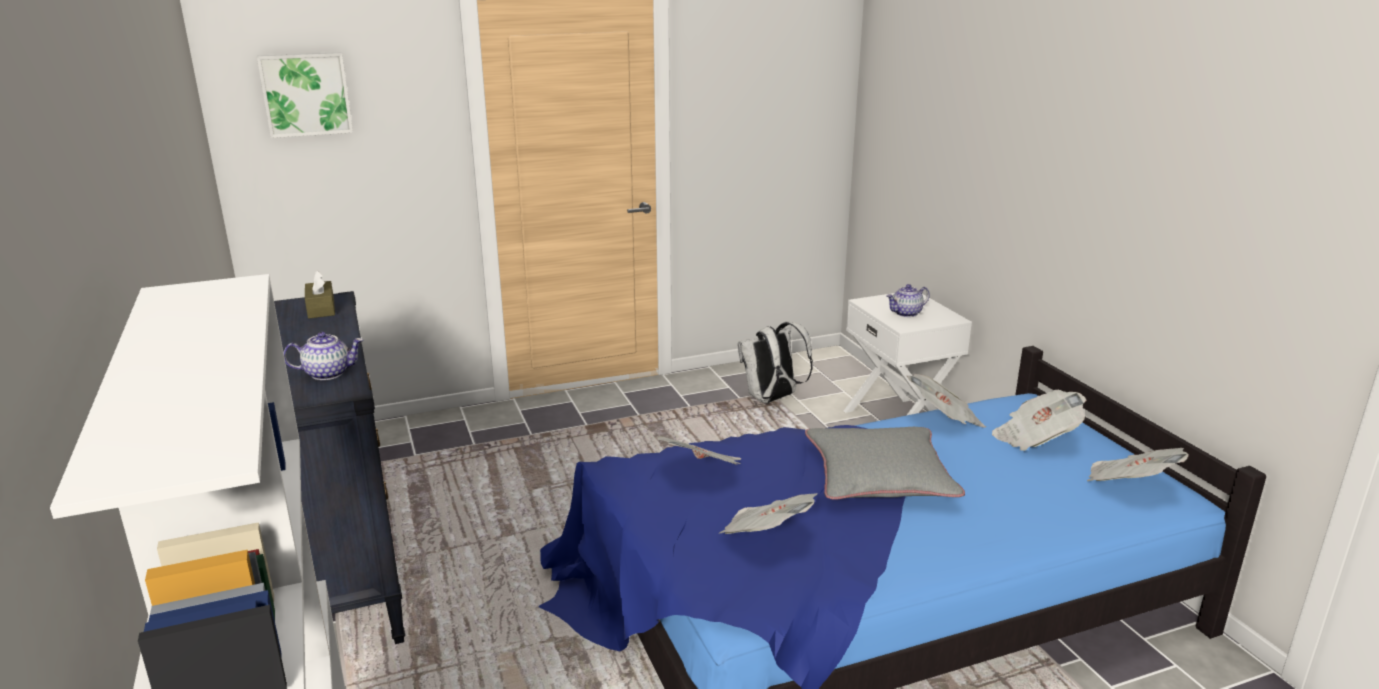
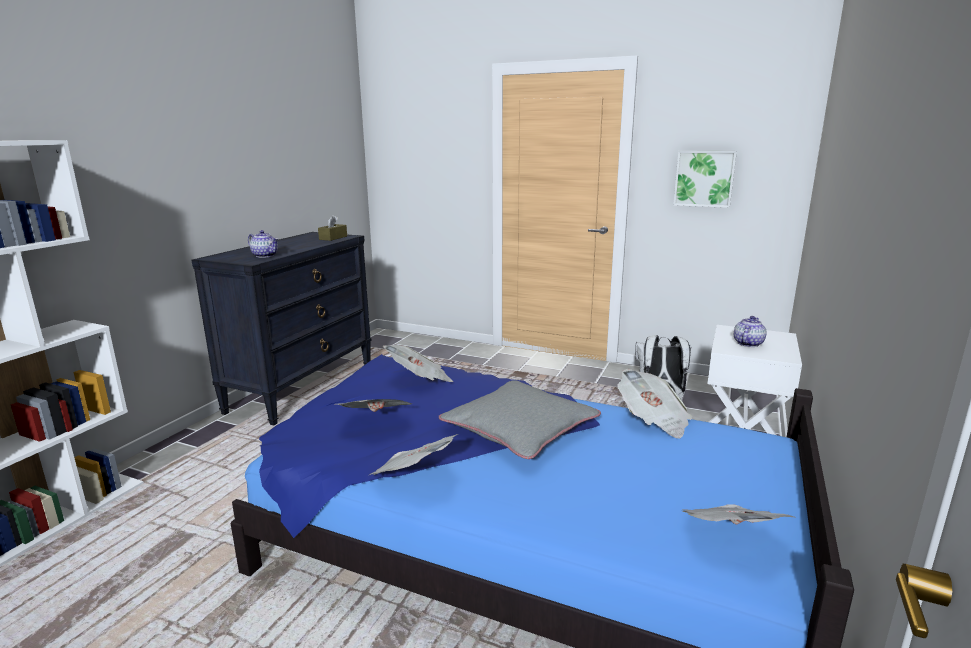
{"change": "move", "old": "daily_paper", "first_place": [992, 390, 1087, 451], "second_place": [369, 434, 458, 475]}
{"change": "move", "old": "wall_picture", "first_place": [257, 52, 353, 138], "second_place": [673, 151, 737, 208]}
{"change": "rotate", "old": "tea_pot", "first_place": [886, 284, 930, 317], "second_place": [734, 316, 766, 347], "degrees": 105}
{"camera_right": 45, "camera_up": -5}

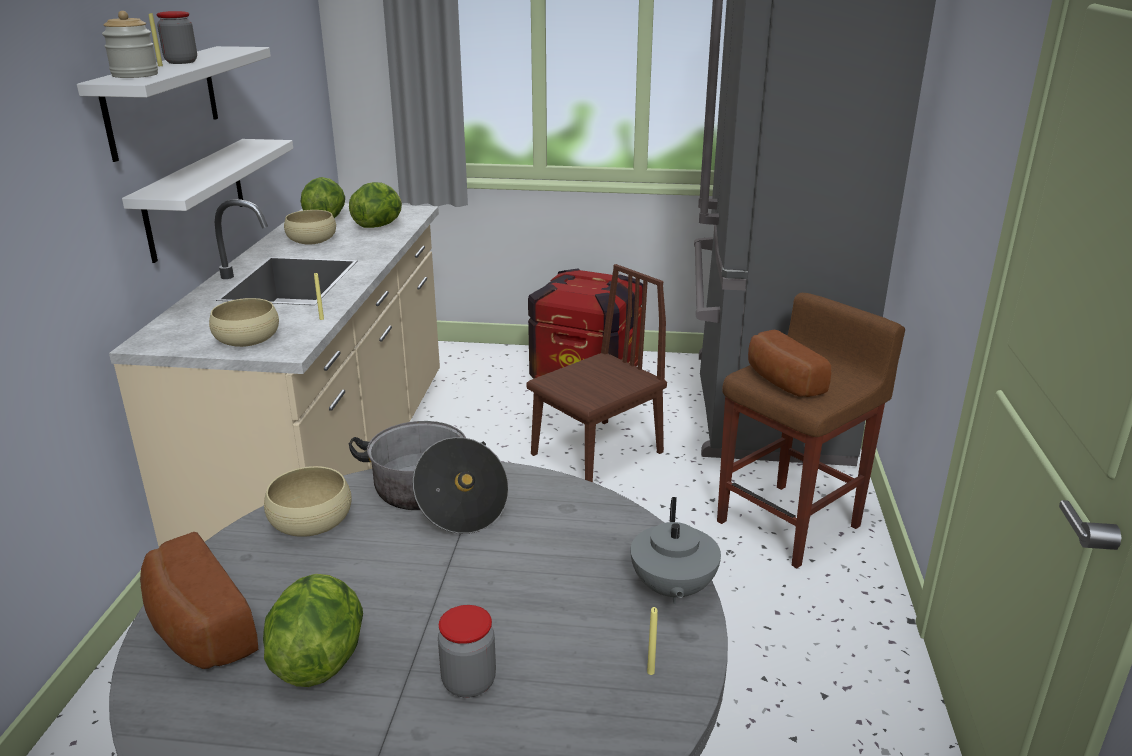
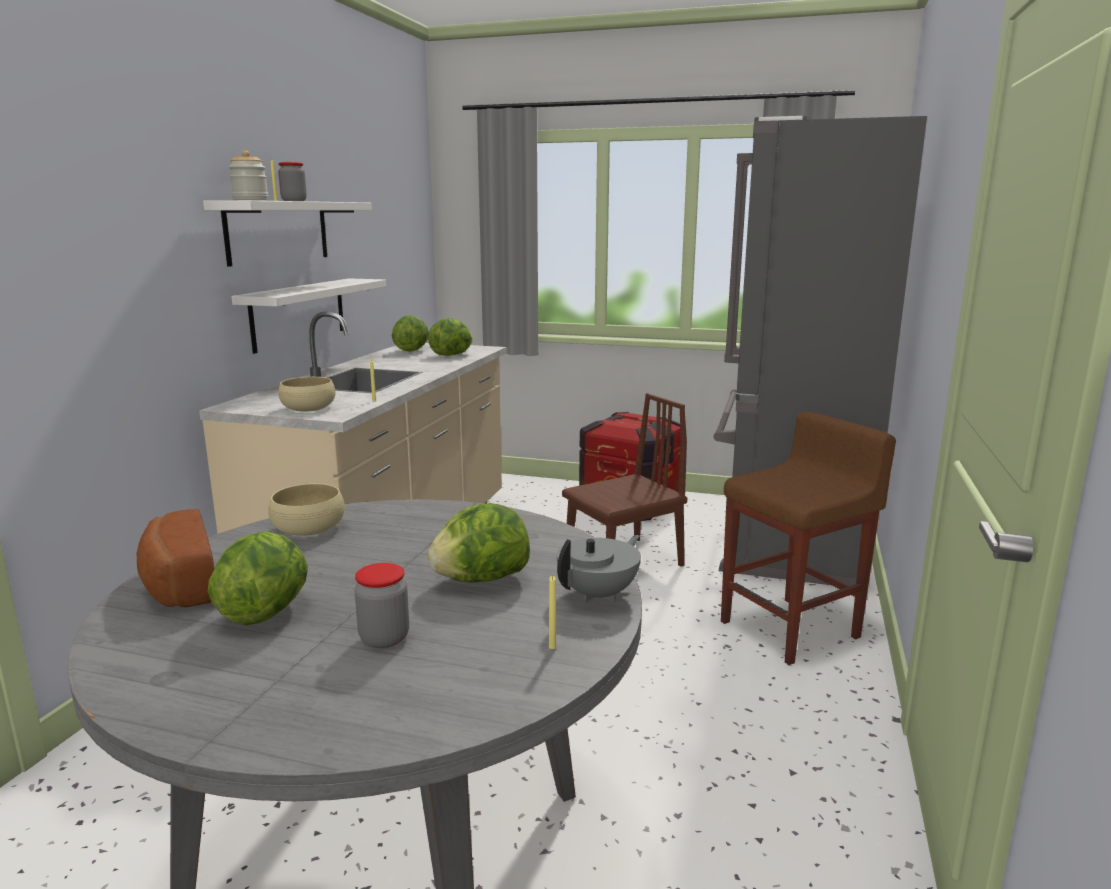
{"change": "insert", "new": "lettuce_head", "second_place": [428, 503, 530, 583]}
{"change": "rotate", "old": "gray_tea_pot", "first_place": [631, 497, 721, 604], "second_place": [557, 535, 641, 602], "degrees": -150}
{"change": "delete", "old": "beige-coloured_bowl", "first_place": [284, 210, 336, 244]}
{"change": "delete", "old": "saucepot", "first_place": [349, 421, 509, 534]}
{"change": "delete", "old": "baked_bread", "first_place": [748, 330, 831, 397]}
{"camera_right": 10, "camera_up": -10}

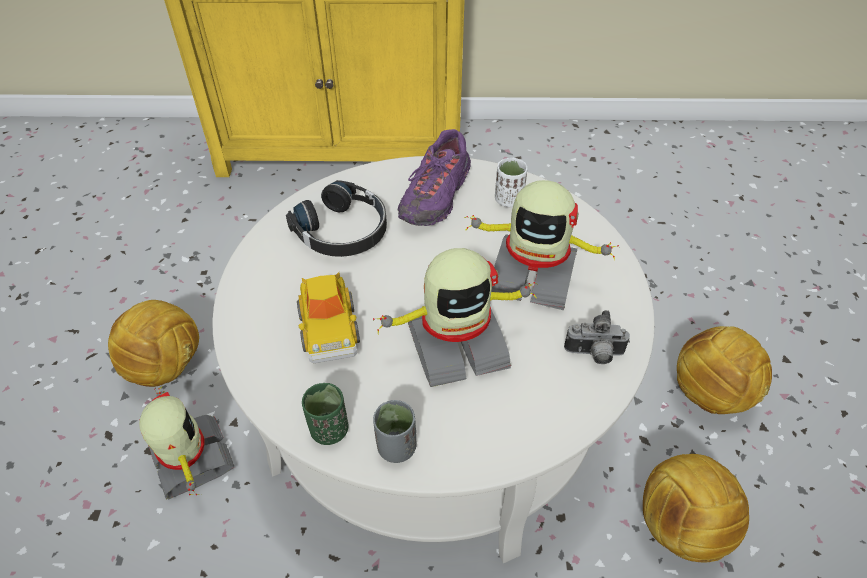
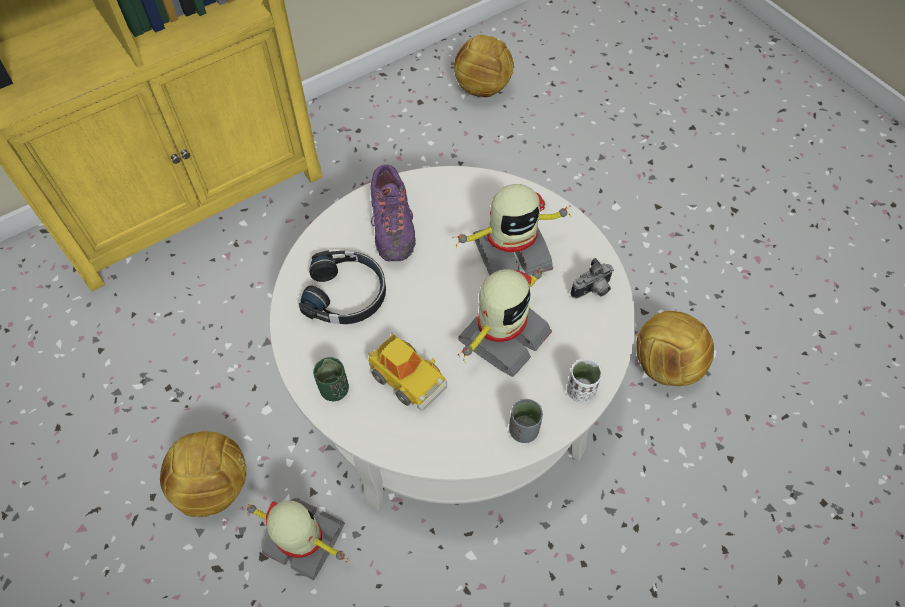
{"change": "move", "old": "green-coloured_small_cup", "first_place": [302, 383, 348, 445], "second_place": [313, 357, 349, 401]}
{"change": "move", "old": "football", "first_place": [677, 326, 772, 414], "second_place": [454, 35, 514, 97]}
{"change": "move", "old": "white-coloured_small_cup", "first_place": [495, 158, 528, 207], "second_place": [567, 358, 602, 403]}
{"camera_right": -35, "camera_up": 10}

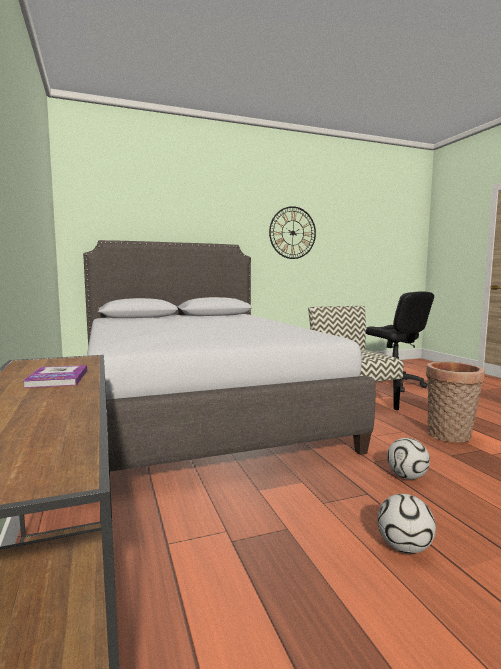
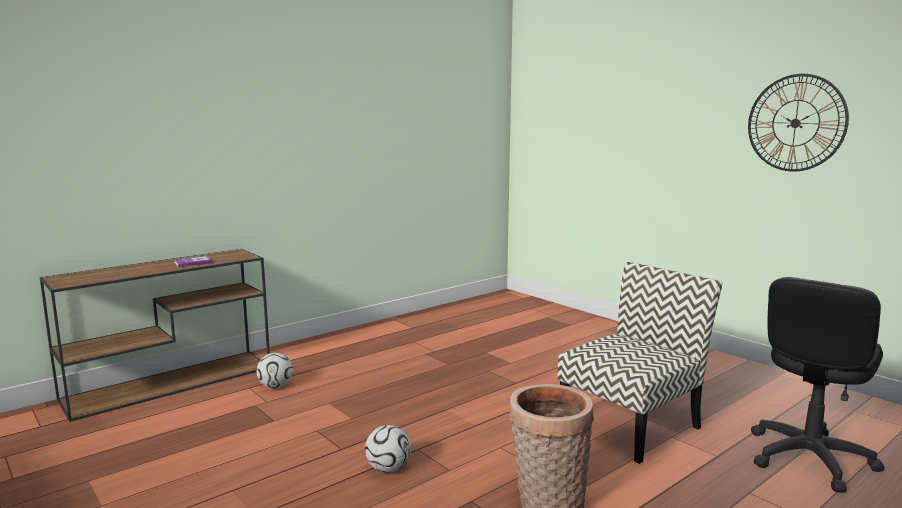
{"change": "move", "old": "football", "first_place": [377, 494, 436, 554], "second_place": [257, 352, 293, 388]}
{"change": "delete", "old": "gray_bedroom_bed", "first_place": [83, 240, 376, 472]}
{"camera_right": 70, "camera_up": 5}

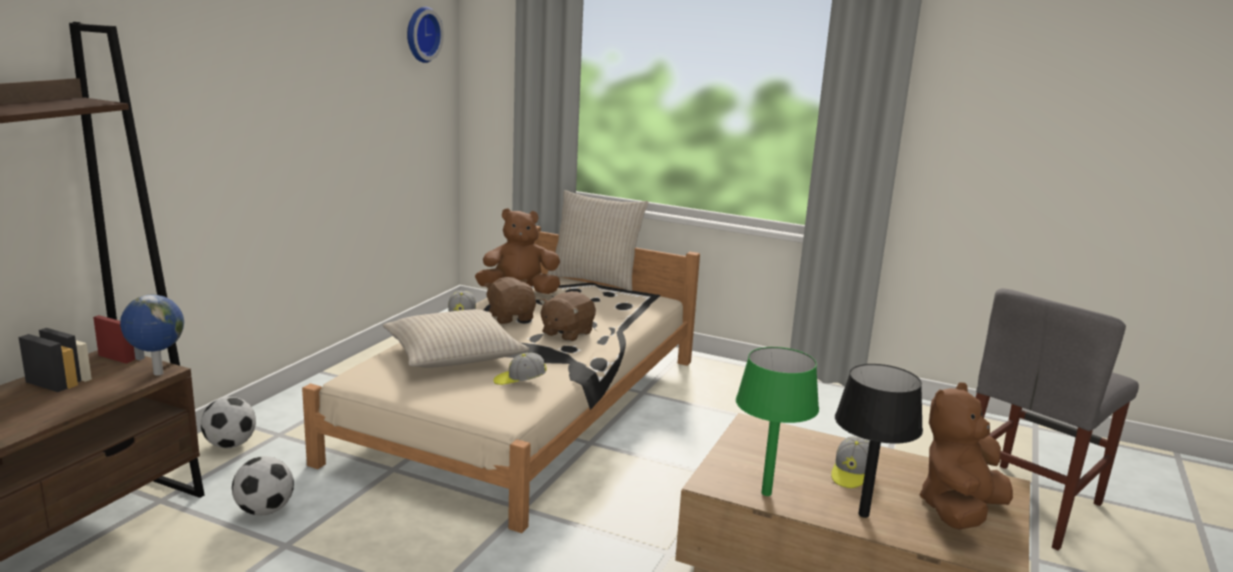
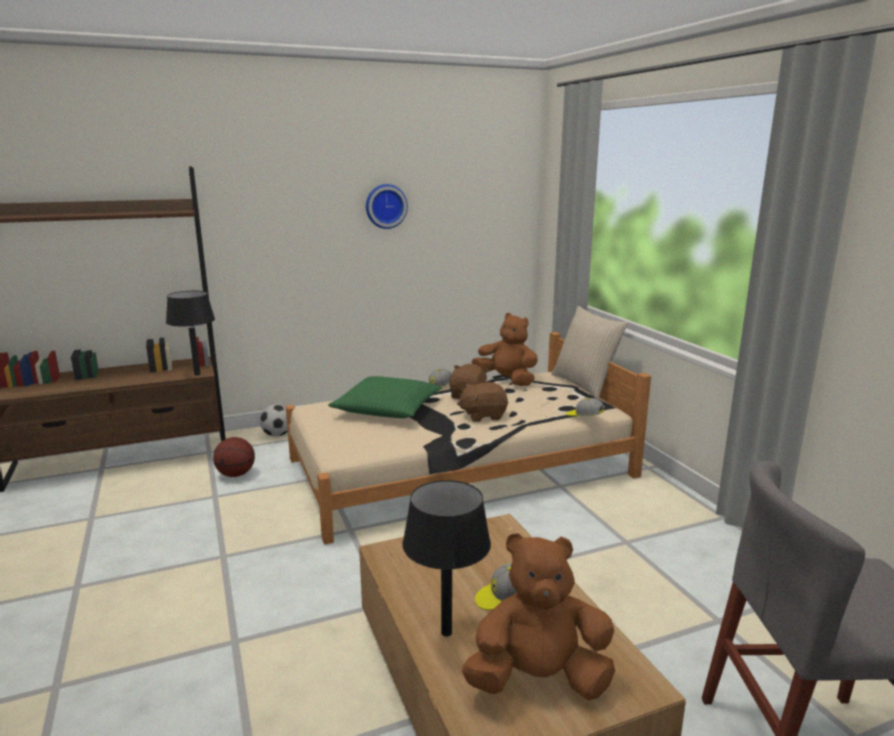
{"change": "replace", "old": "globe", "new": "black-coloured_tabletop_lamp", "first_place": [120, 294, 184, 376], "second_place": [166, 291, 215, 376]}
{"change": "replace", "old": "football", "new": "basketball", "first_place": [232, 456, 294, 515], "second_place": [213, 437, 255, 477]}
{"change": "recolor", "old": "beige-coloured_cushion", "new": "green-coloured_cushion", "first_place": [383, 309, 529, 368], "second_place": [328, 376, 442, 418]}
{"change": "move", "old": "hanging_clock", "first_place": [407, 7, 444, 63], "second_place": [366, 184, 408, 229]}
{"change": "move", "old": "peaked_cap", "first_place": [493, 353, 547, 385], "second_place": [566, 398, 605, 416]}
{"change": "delete", "old": "green-coloured_tabletop_lamp", "first_place": [736, 347, 819, 496]}
{"camera_right": 45, "camera_up": 0}

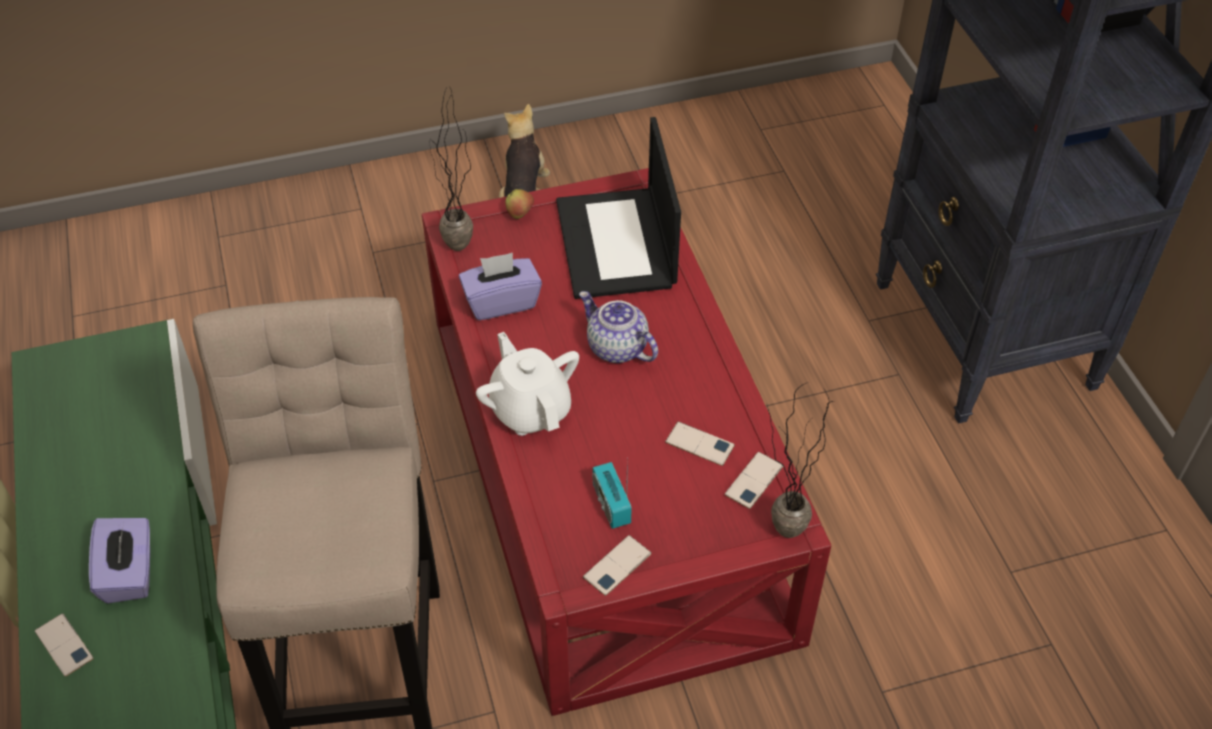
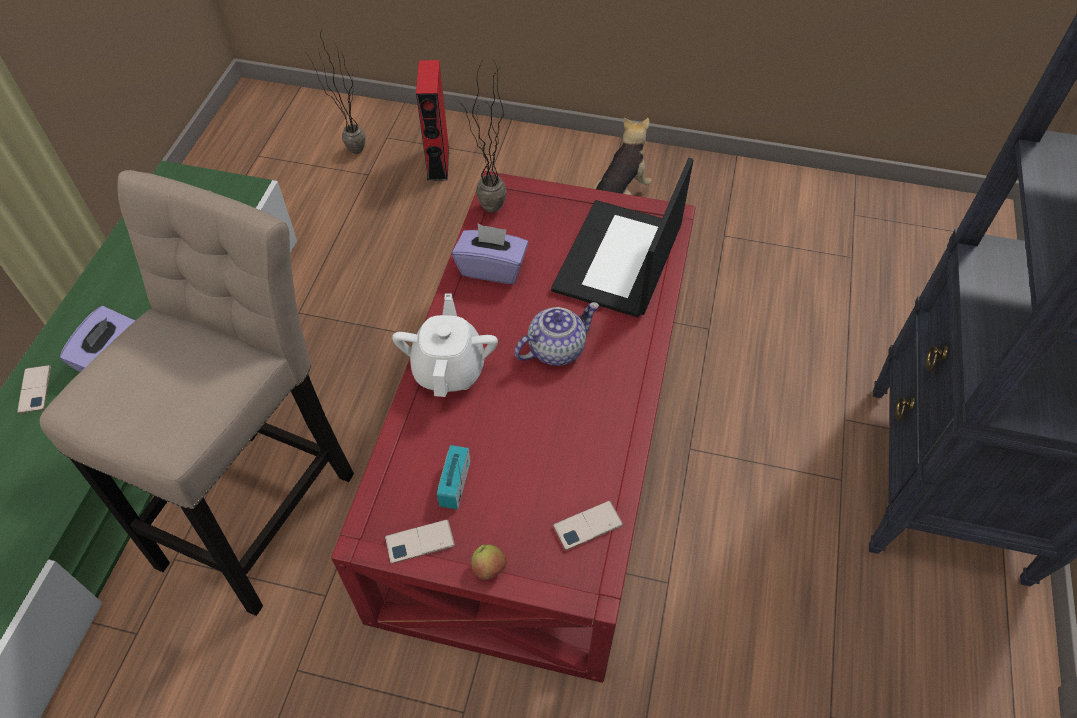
{"change": "move", "old": "plant_in_a_pot", "first_place": [767, 383, 833, 538], "second_place": [306, 33, 365, 154]}
{"change": "insert", "new": "red_audio_speaker", "second_place": [416, 60, 449, 181]}
{"change": "move", "old": "whole_apple", "first_place": [506, 189, 534, 219], "second_place": [471, 545, 506, 580]}
{"change": "rotate", "old": "tea_pot", "first_place": [579, 291, 658, 363], "second_place": [514, 302, 599, 366], "degrees": 75}
{"change": "delete", "old": "phone", "first_place": [665, 422, 735, 466]}
{"camera_right": 30, "camera_up": 5}

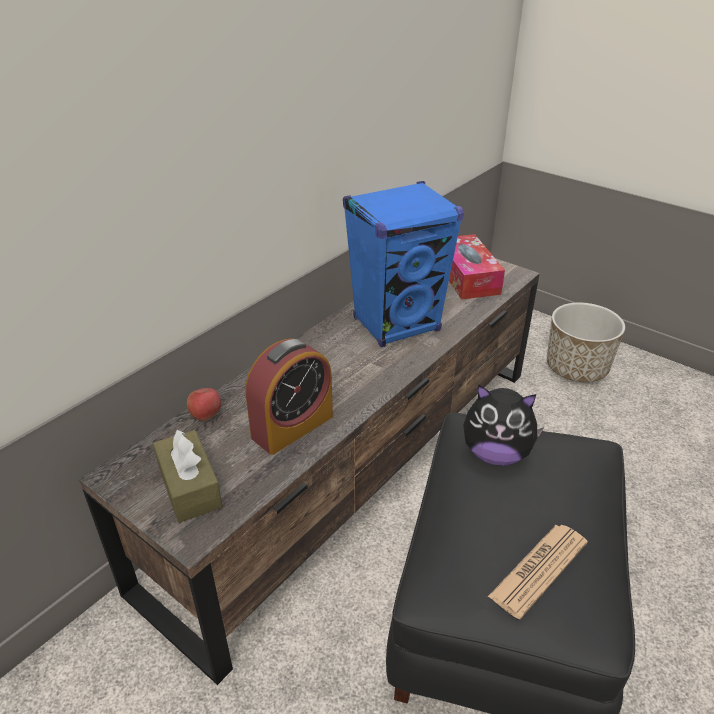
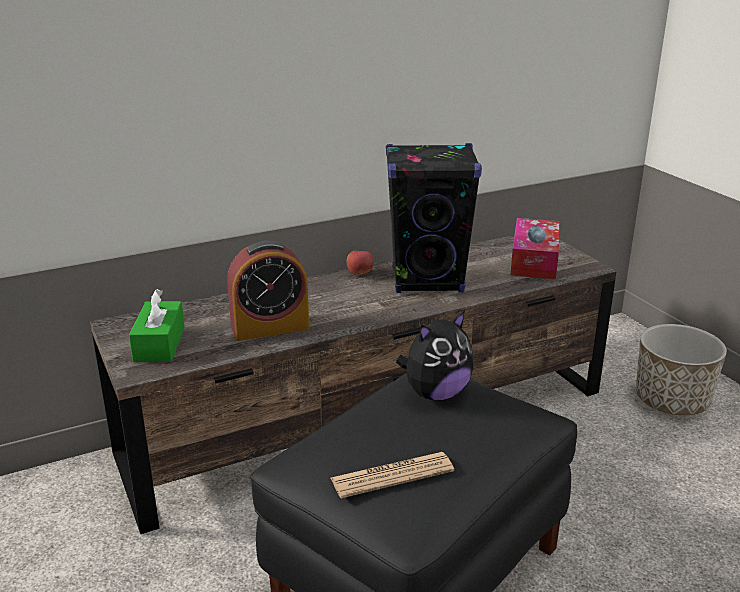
{"change": "recolor", "old": "brownish_box_of_tissues", "new": "green-coloured_box_of_tissues", "first_place": [153, 429, 223, 523], "second_place": [129, 289, 185, 362]}
{"change": "move", "old": "whole_apple", "first_place": [187, 388, 221, 421], "second_place": [347, 251, 374, 276]}
{"change": "recolor", "old": "bluish_audio_speaker", "new": "black-coloured_audio_speaker", "first_place": [343, 181, 464, 347], "second_place": [386, 143, 482, 293]}
{"change": "rotate", "old": "cuddly_toy", "first_place": [463, 384, 544, 466], "second_place": [396, 311, 473, 401], "degrees": -75}
{"camera_right": 25, "camera_up": -10}

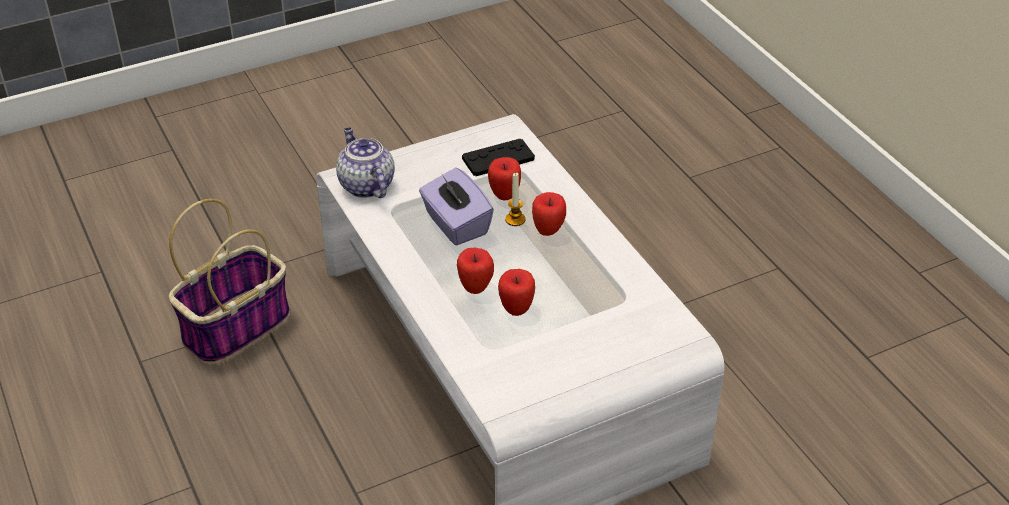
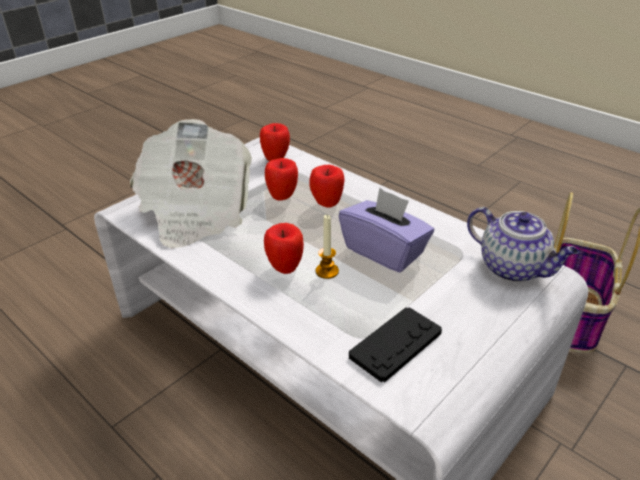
{"change": "insert", "new": "daily_paper", "second_place": [130, 119, 252, 249]}
{"change": "move", "old": "whole_apple", "first_place": [488, 157, 521, 200], "second_place": [260, 123, 290, 161]}
{"camera_right": 160, "camera_up": -5}

